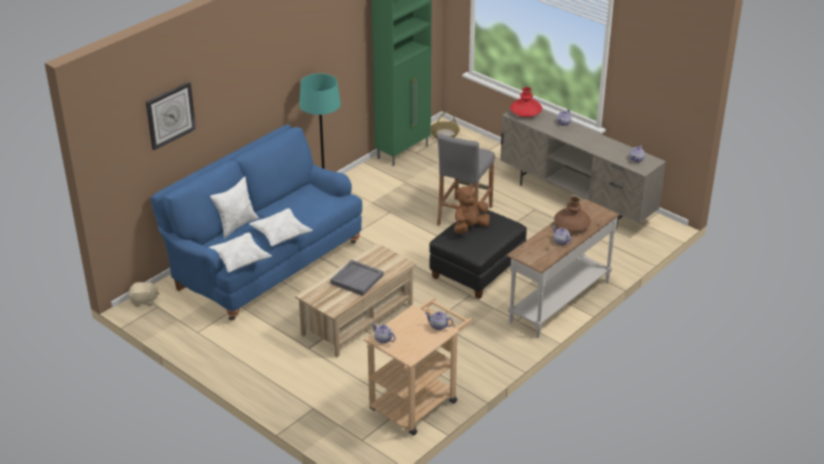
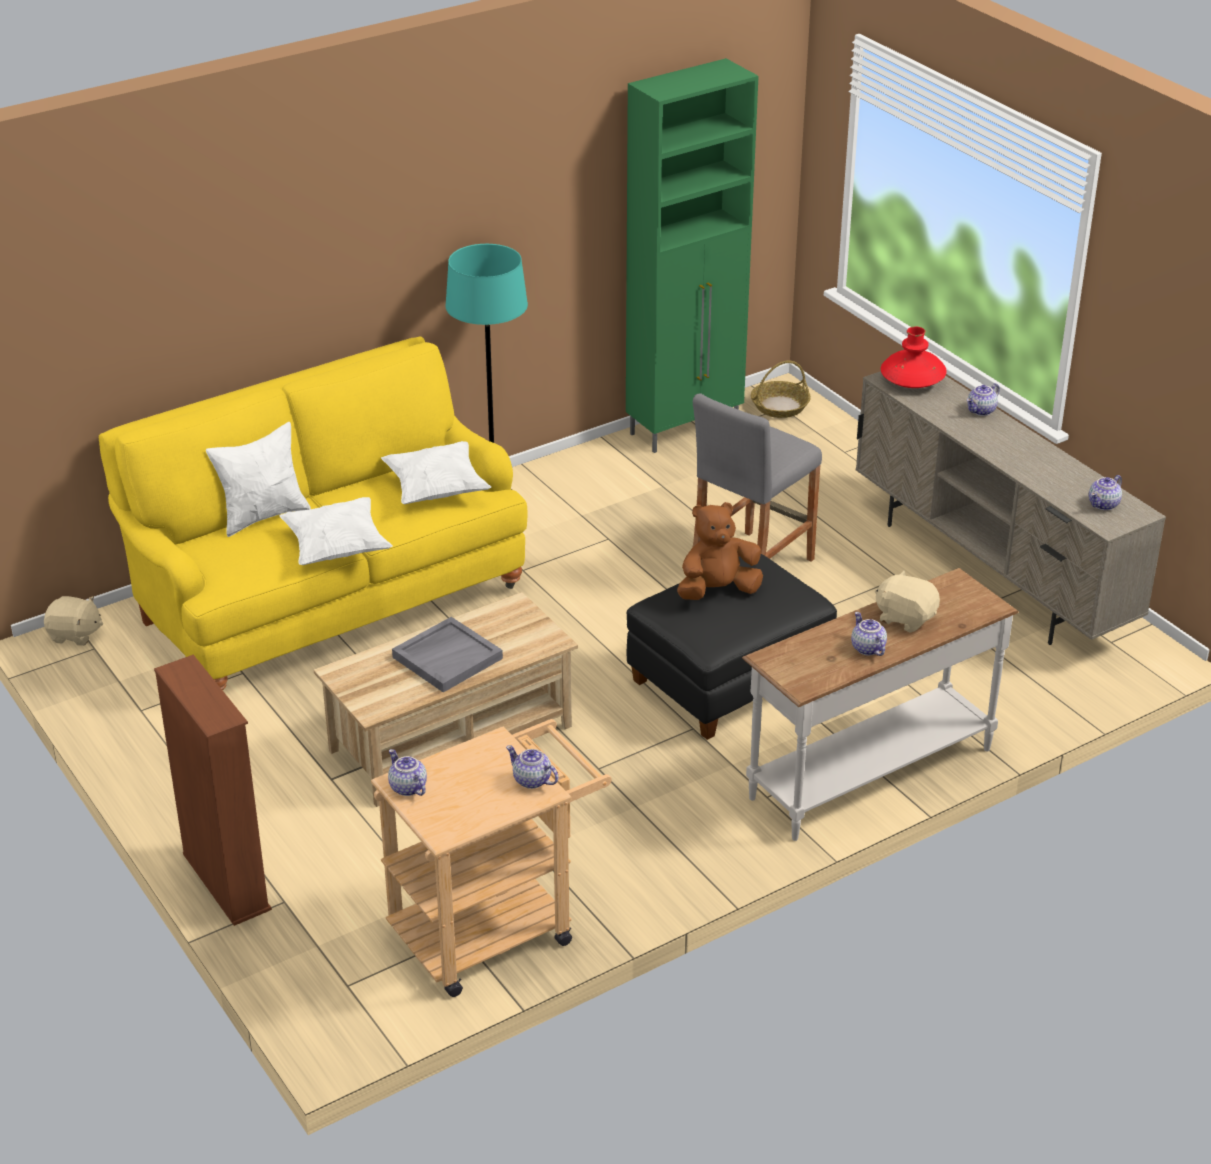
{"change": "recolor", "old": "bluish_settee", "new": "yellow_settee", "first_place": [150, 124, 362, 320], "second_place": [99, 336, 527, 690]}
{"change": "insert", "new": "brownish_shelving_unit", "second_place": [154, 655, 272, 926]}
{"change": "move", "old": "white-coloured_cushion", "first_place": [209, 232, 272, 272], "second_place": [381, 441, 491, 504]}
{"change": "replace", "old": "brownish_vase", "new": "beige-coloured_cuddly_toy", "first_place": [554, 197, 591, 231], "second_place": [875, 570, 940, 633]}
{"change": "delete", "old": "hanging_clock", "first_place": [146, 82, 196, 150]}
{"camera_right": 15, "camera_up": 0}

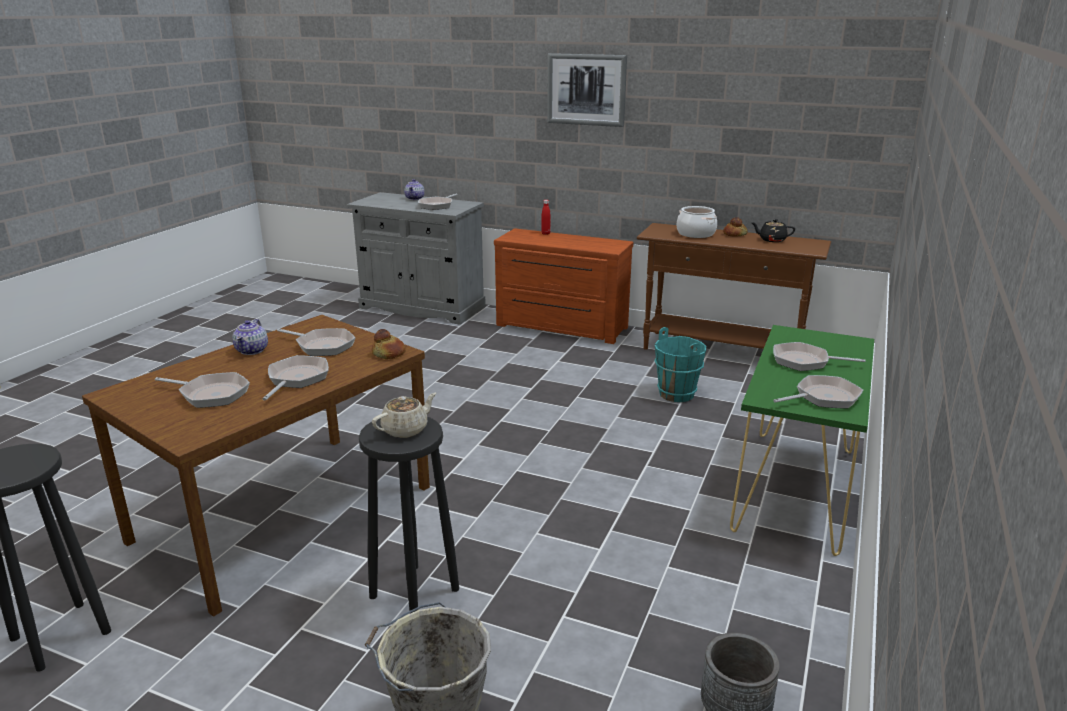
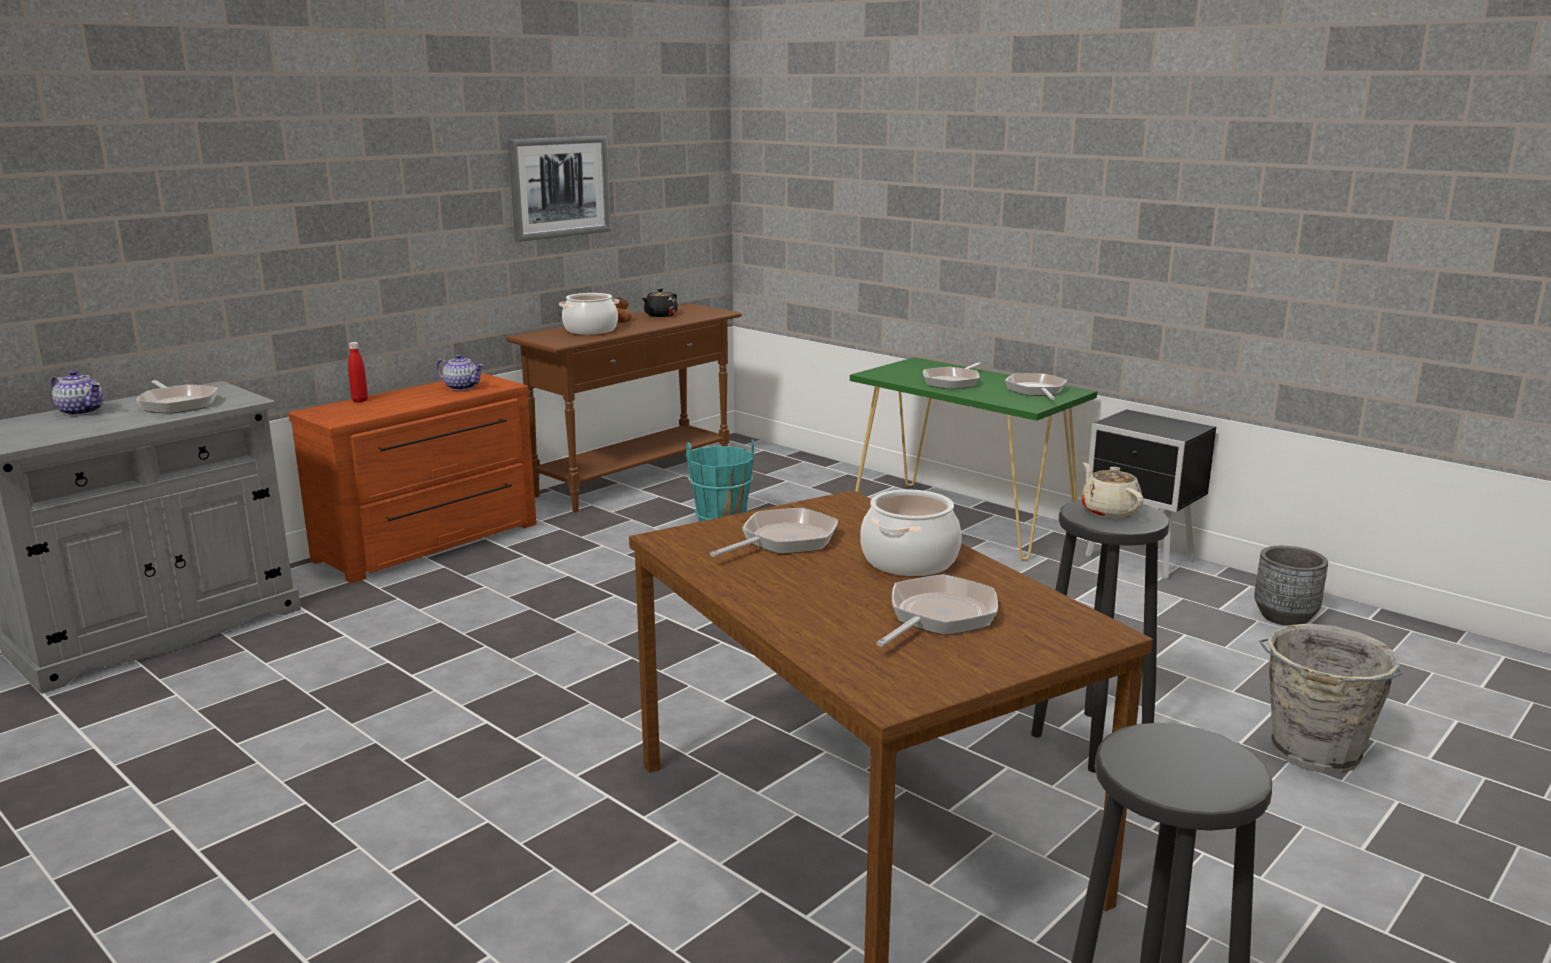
{"change": "move", "old": "tea_pot", "first_place": [232, 319, 268, 355], "second_place": [436, 354, 484, 390]}
{"change": "move", "old": "wall_picture", "first_place": [547, 53, 627, 127], "second_place": [508, 135, 611, 242]}
{"change": "replace", "old": "frying_pan", "new": "saucepot", "first_place": [262, 355, 329, 400], "second_place": [860, 489, 962, 576]}
{"change": "insert", "new": "black-coloured_nightstand", "second_place": [1085, 409, 1216, 580]}
{"change": "delete", "old": "baked_bread", "first_place": [372, 329, 405, 359]}
{"camera_right": -70, "camera_up": -5}

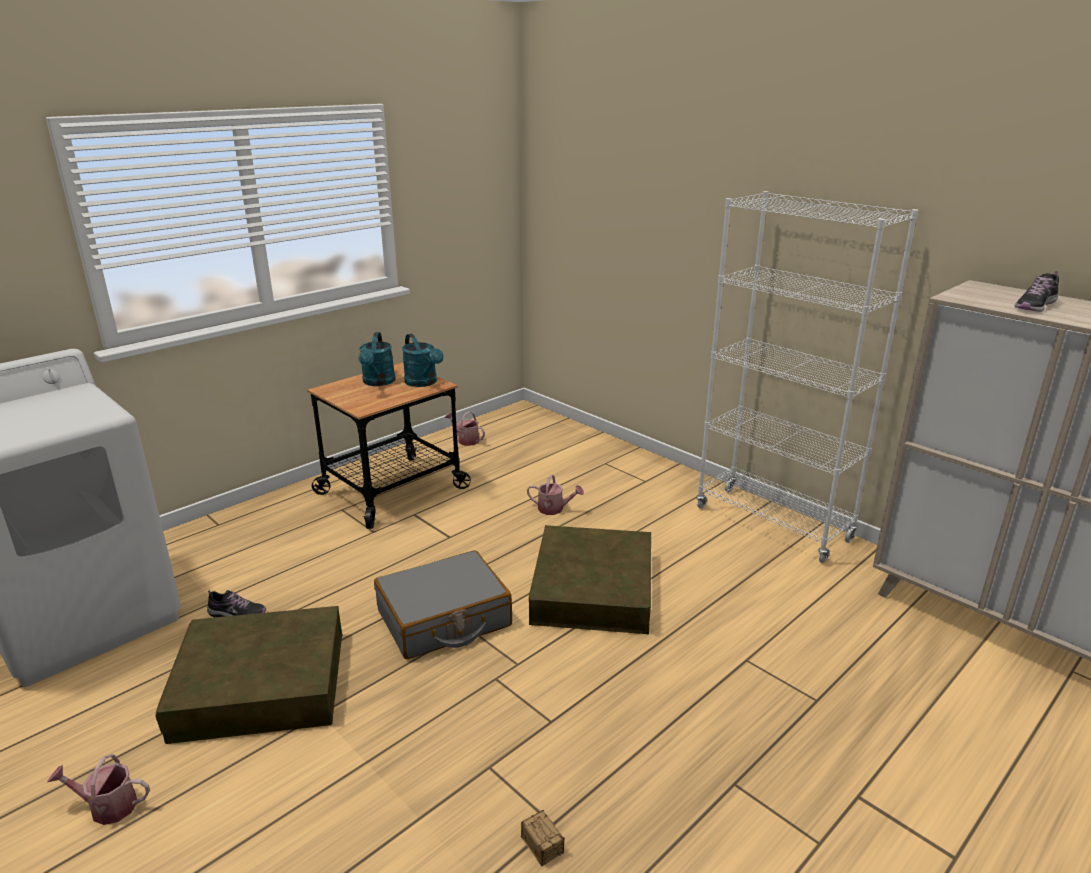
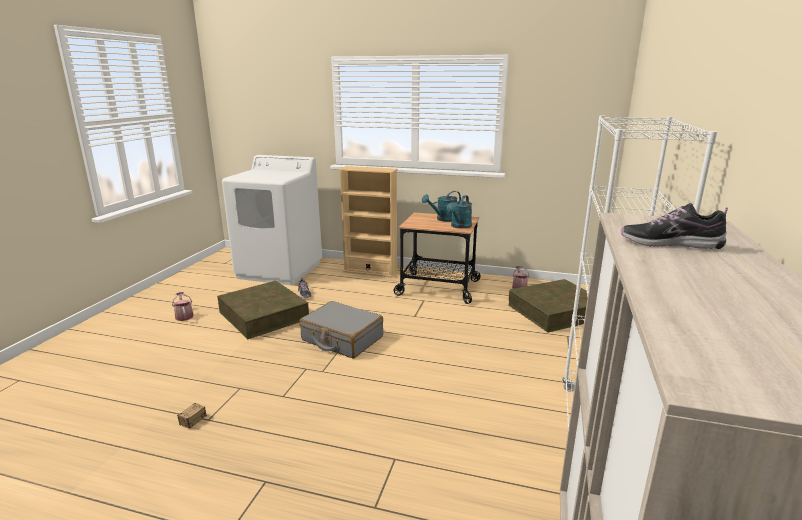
{"change": "insert", "new": "beige-coloured_shelving_unit", "second_place": [339, 166, 398, 278]}
{"change": "move", "old": "brownish_storage_bin", "first_place": [529, 525, 651, 634], "second_place": [508, 279, 588, 332]}
{"change": "delete", "old": "sprinkling_can", "first_place": [527, 474, 584, 515]}
{"camera_right": 60, "camera_up": -5}

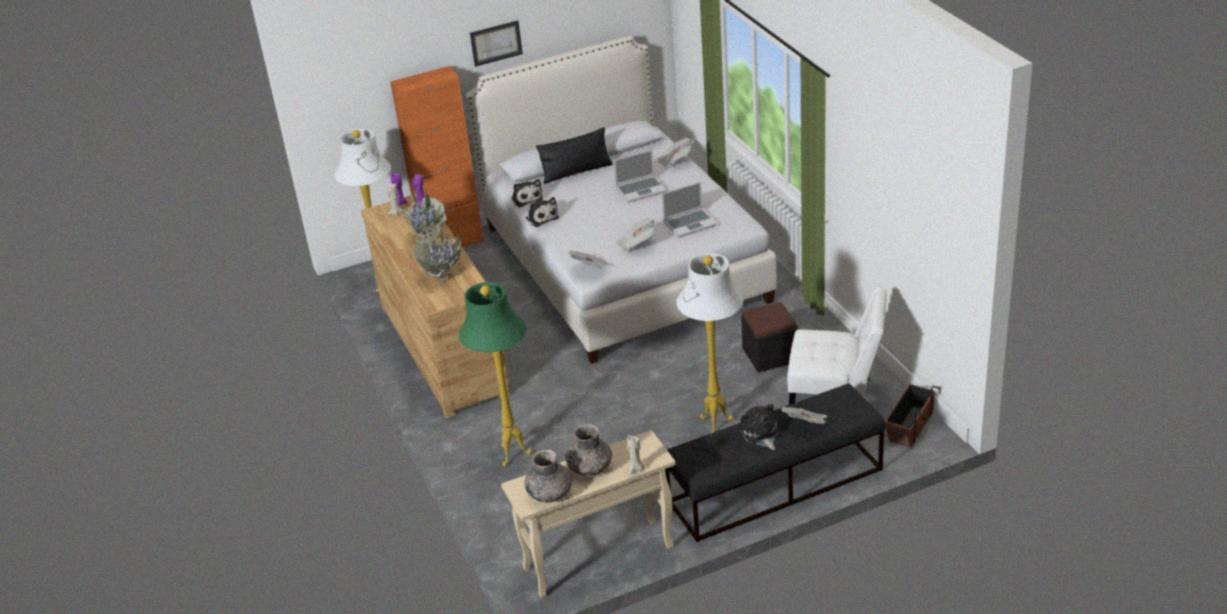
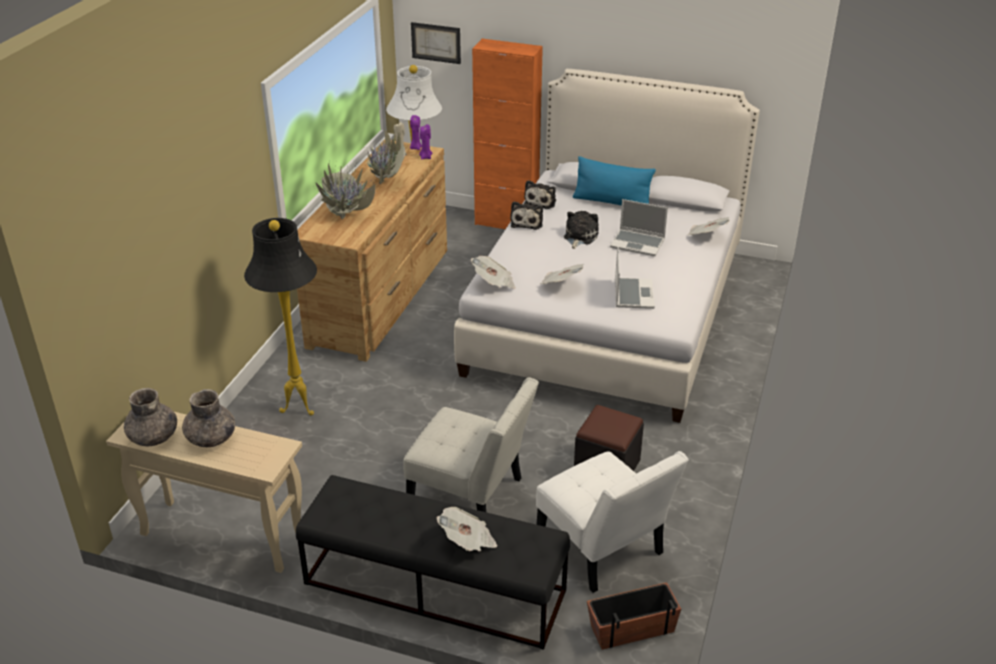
{"change": "recolor", "old": "green-coloured_standing_lamp", "new": "black-coloured_standing_lamp", "first_place": [459, 282, 532, 466], "second_place": [244, 218, 317, 416]}
{"change": "replace", "old": "white-coloured_standing_lamp", "new": "white-coloured_plain_chair", "first_place": [676, 253, 743, 433], "second_place": [403, 377, 539, 512]}
{"change": "move", "old": "wall_picture", "first_place": [470, 20, 523, 67], "second_place": [411, 22, 461, 64]}
{"change": "move", "old": "cuddly_toy", "first_place": [740, 404, 780, 450], "second_place": [564, 211, 599, 249]}
{"change": "recolor", "old": "black-coloured_cushion", "new": "bluish_cushion", "first_place": [536, 127, 613, 184], "second_place": [573, 156, 656, 206]}
{"change": "rotate", "old": "notebook_computer", "first_place": [662, 181, 717, 237], "second_place": [615, 247, 655, 309], "degrees": -105}
{"change": "delete", "old": "beige-coloured_wax_light", "first_place": [627, 435, 645, 474]}
{"camera_right": 40, "camera_up": 0}

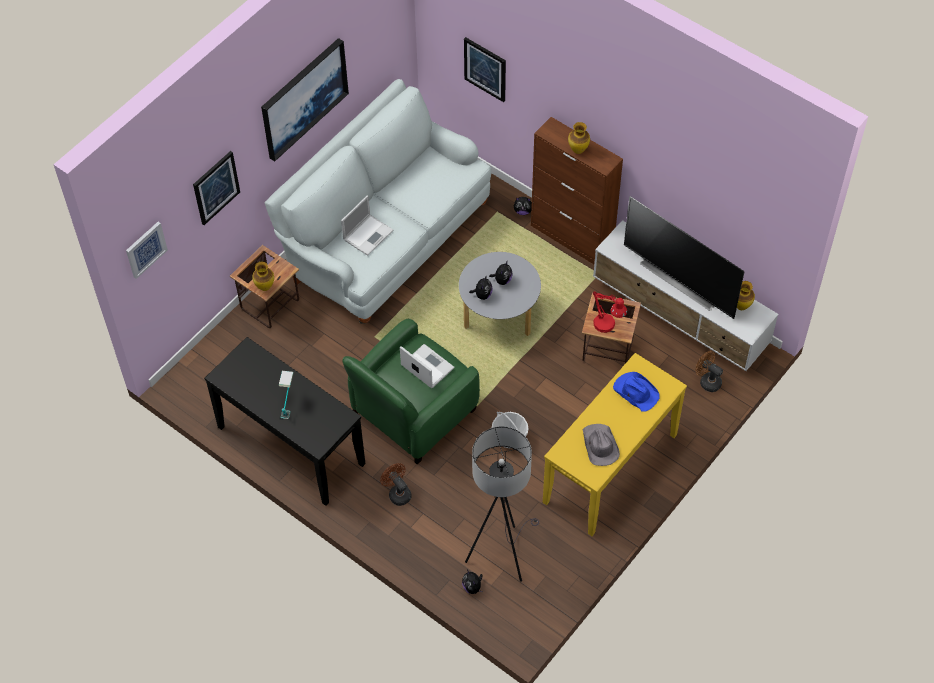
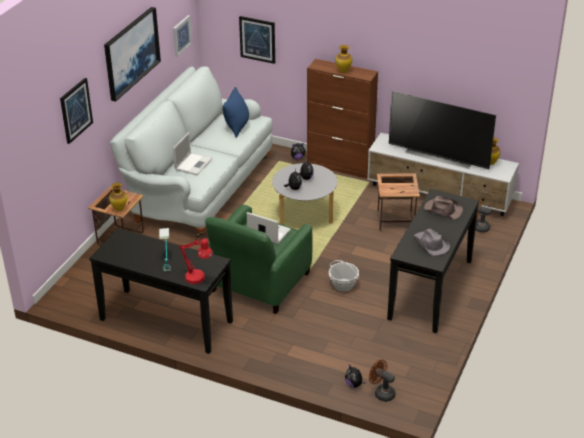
{"change": "move", "old": "wall_picture", "first_place": [126, 222, 168, 279], "second_place": [173, 15, 192, 57]}
{"change": "move", "old": "red_tabletop_lamp", "first_place": [593, 292, 627, 333], "second_place": [179, 238, 213, 284]}
{"change": "insert", "new": "bluish_cushion", "second_place": [222, 87, 249, 138]}
{"change": "move", "old": "brownish_electric_fan", "first_place": [380, 463, 411, 506], "second_place": [369, 359, 395, 402]}
{"change": "recolor", "old": "yellow_narrow_table", "new": "black-coloured_narrow_table", "first_place": [543, 353, 687, 536], "second_place": [387, 189, 479, 333]}
{"change": "recolor", "old": "bluish_wearable_hat", "new": "brownish_wearable_hat", "first_place": [613, 372, 660, 412], "second_place": [424, 196, 463, 219]}
{"change": "delete", "old": "gray_standing_lamp", "first_place": [465, 426, 539, 582]}
{"camera_right": -15, "camera_up": -20}

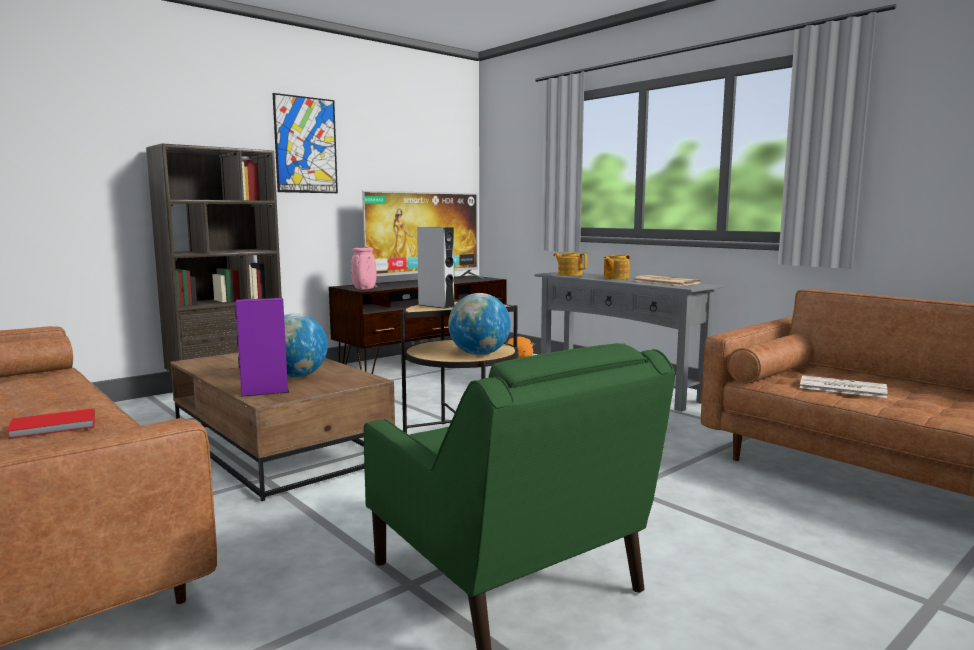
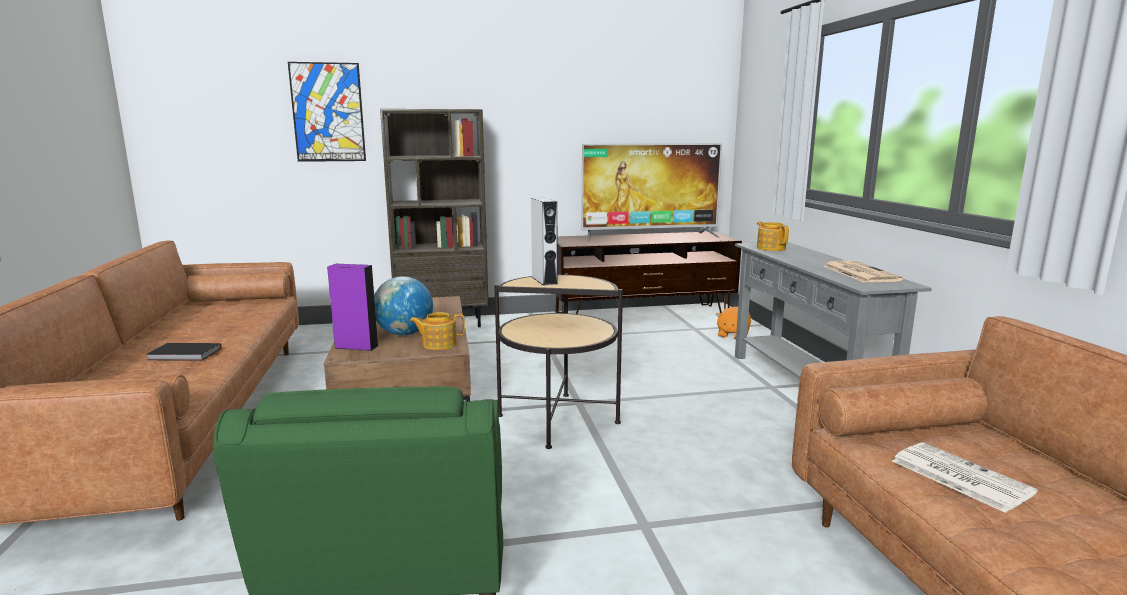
{"change": "recolor", "old": "red_volume", "new": "black-coloured_volume", "first_place": [7, 408, 95, 439], "second_place": [147, 343, 221, 361]}
{"change": "move", "old": "wall_picture", "first_place": [273, 93, 338, 193], "second_place": [288, 62, 366, 162]}
{"change": "move", "old": "tea_pot", "first_place": [603, 255, 630, 279], "second_place": [410, 312, 465, 350]}
{"change": "delete", "old": "pinkish_vase", "first_place": [351, 247, 377, 290]}
{"change": "delete", "old": "globe", "first_place": [448, 293, 511, 355]}
{"camera_right": 30, "camera_up": 5}

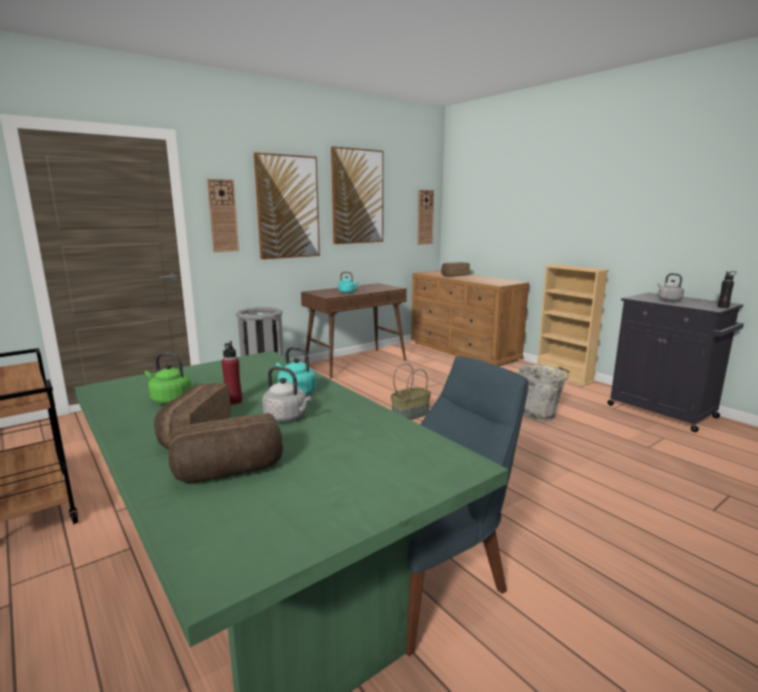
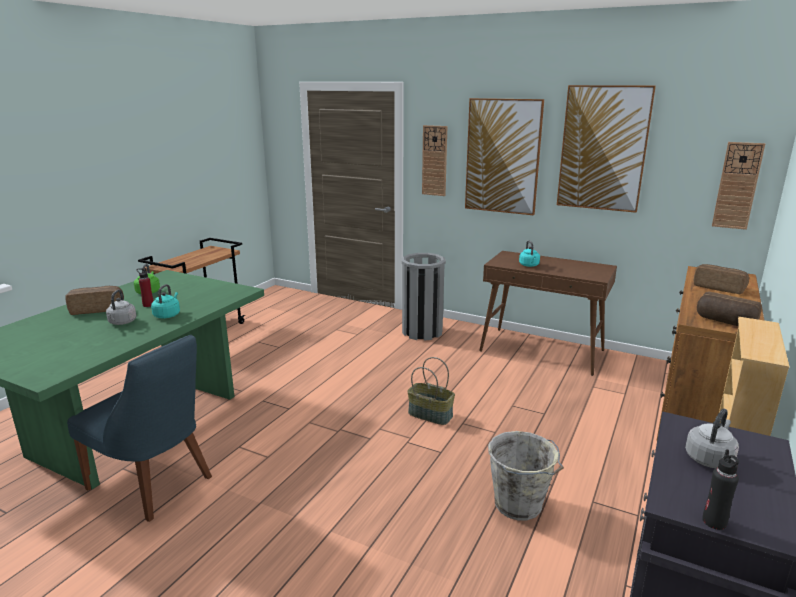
{"change": "move", "old": "baked_bread", "first_place": [168, 413, 283, 483], "second_place": [697, 291, 762, 326]}
{"camera_right": 65, "camera_up": 5}

